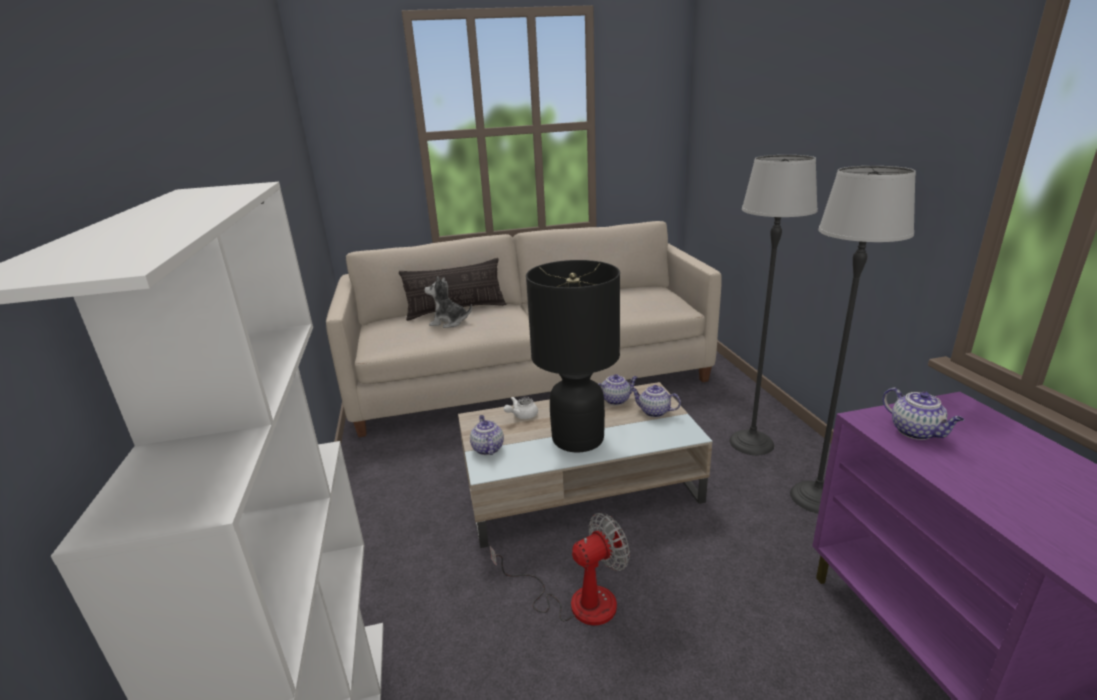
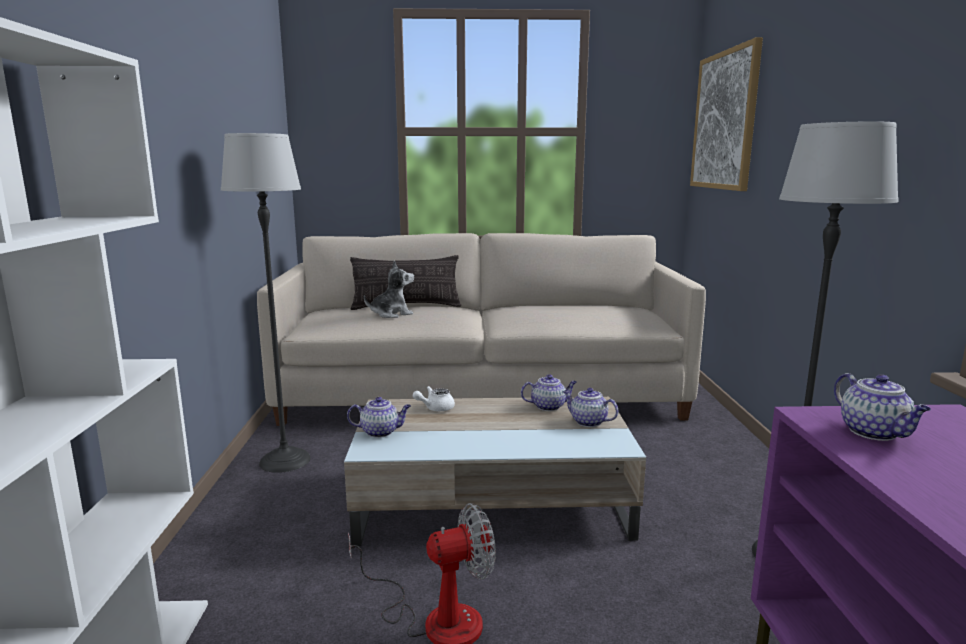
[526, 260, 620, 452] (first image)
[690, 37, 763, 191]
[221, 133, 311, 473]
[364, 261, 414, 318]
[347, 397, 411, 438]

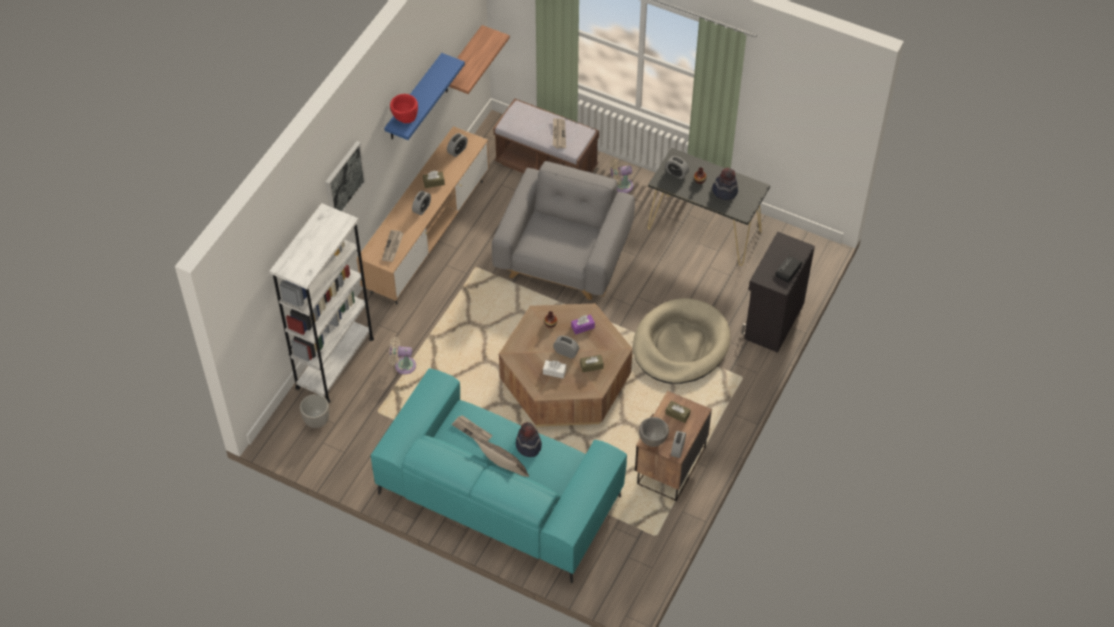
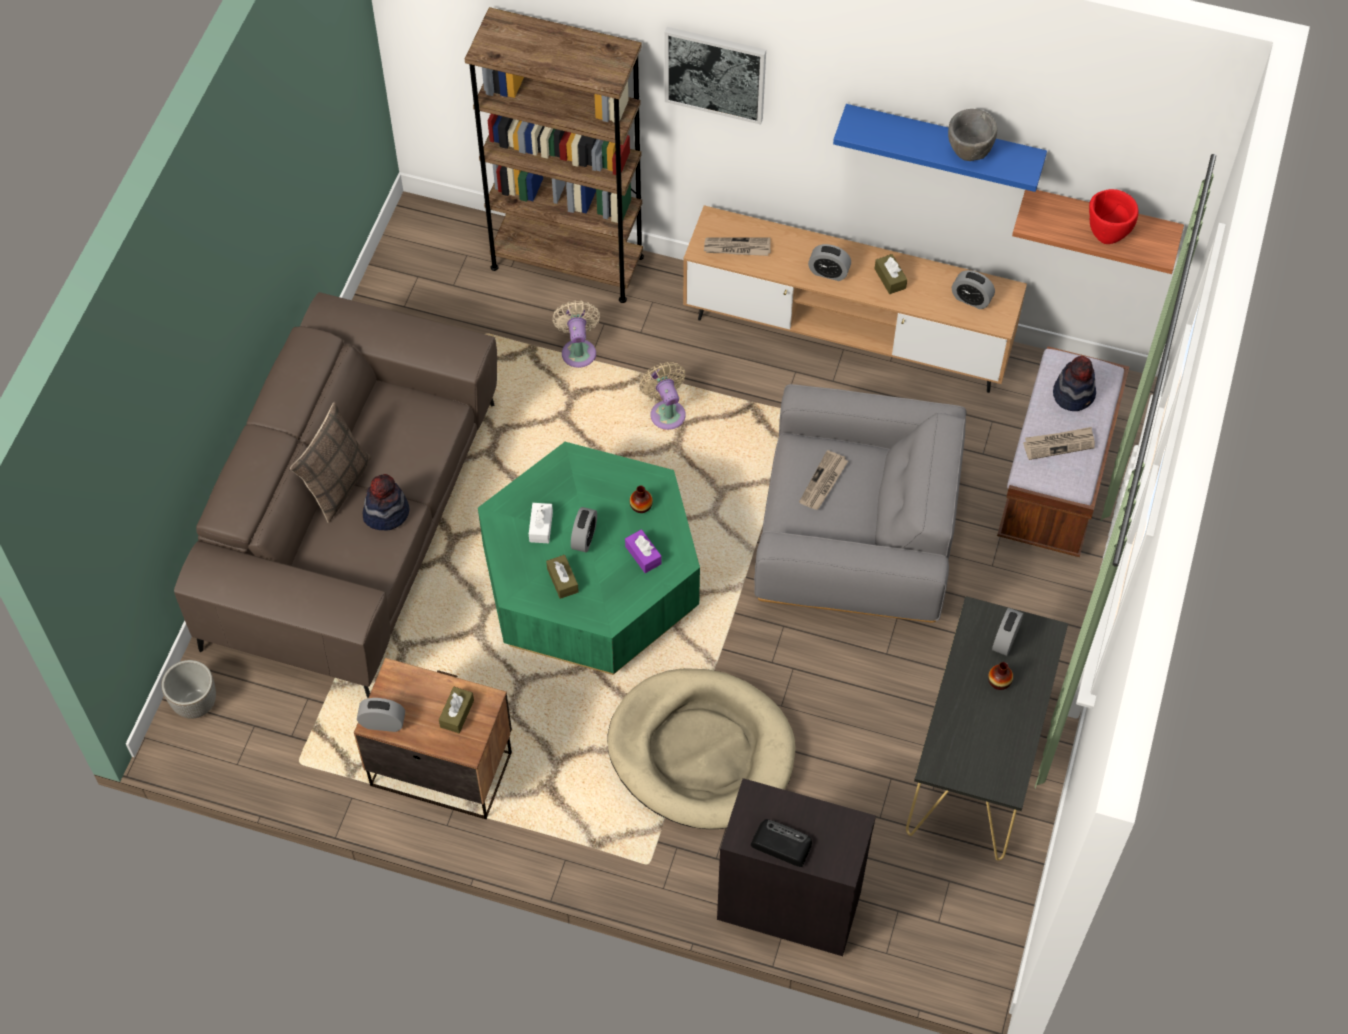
[161, 660, 216, 719]
[1089, 189, 1139, 244]
[799, 450, 848, 510]
[639, 362, 686, 430]
[948, 109, 997, 161]
[1053, 356, 1096, 411]
[465, 7, 644, 303]
[174, 292, 497, 698]
[478, 442, 700, 675]

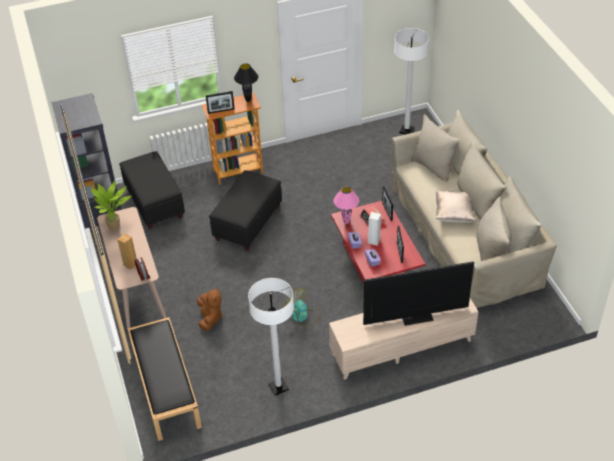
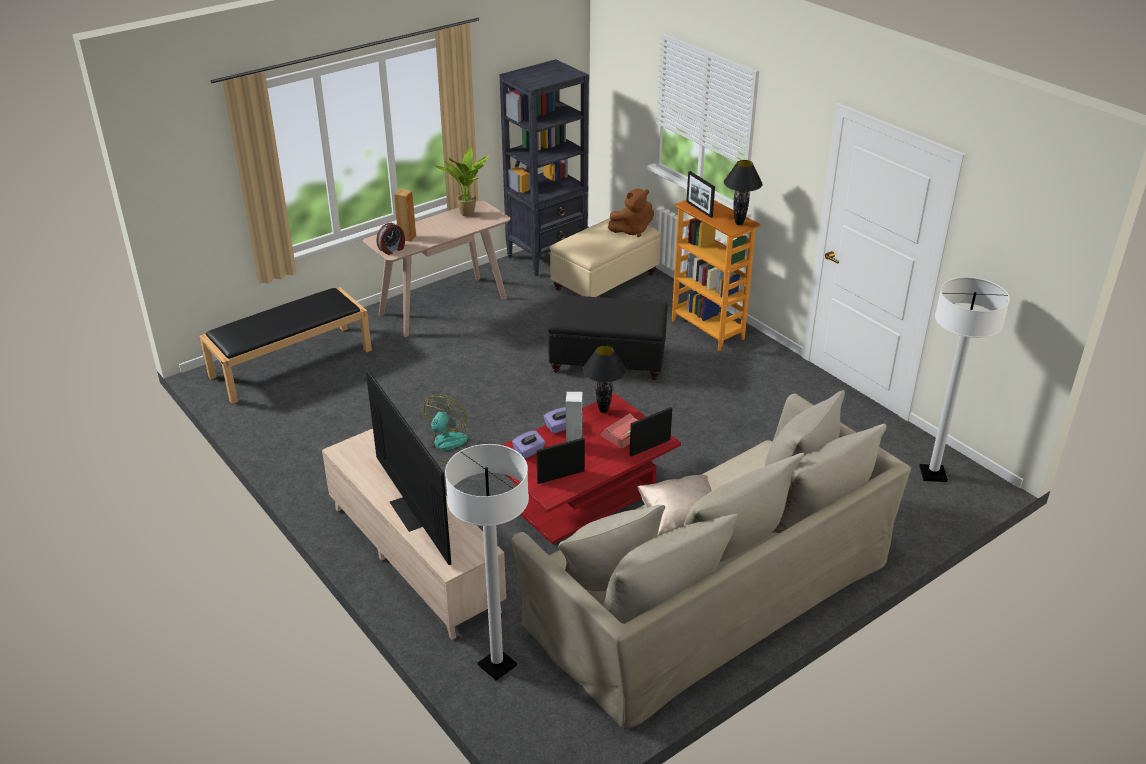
[608, 189, 654, 237]
[445, 444, 529, 680]
[550, 218, 661, 297]
[583, 345, 626, 413]

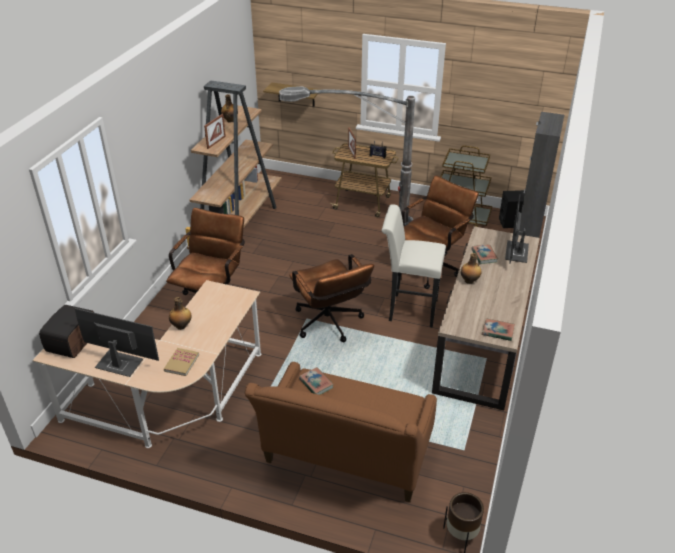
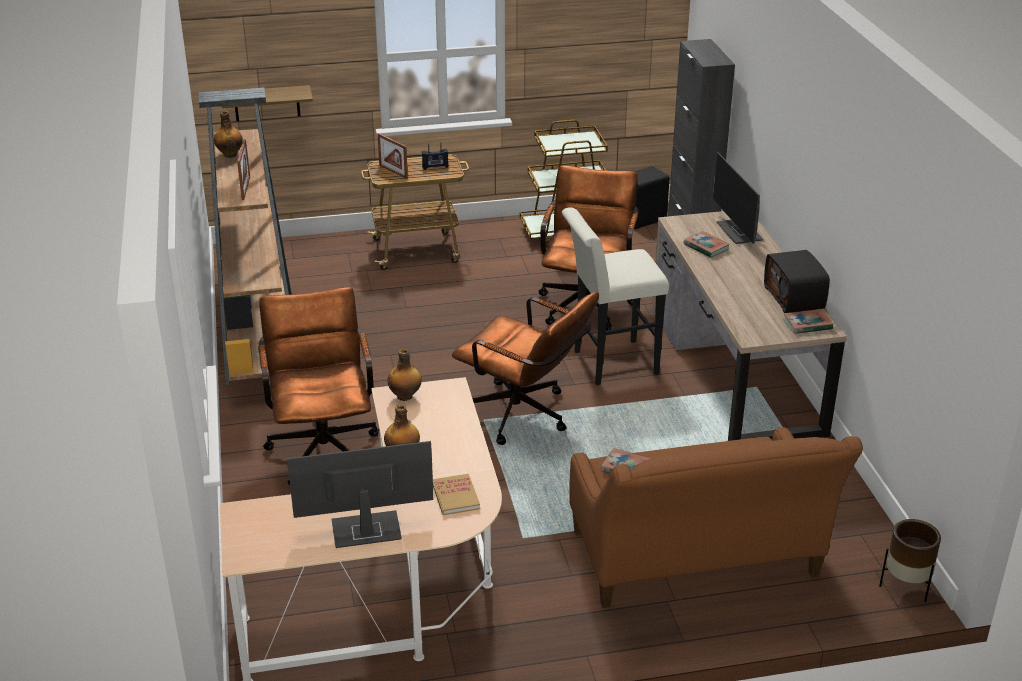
[279, 86, 415, 226] (first image)
[764, 250, 830, 313]
[387, 349, 422, 401]

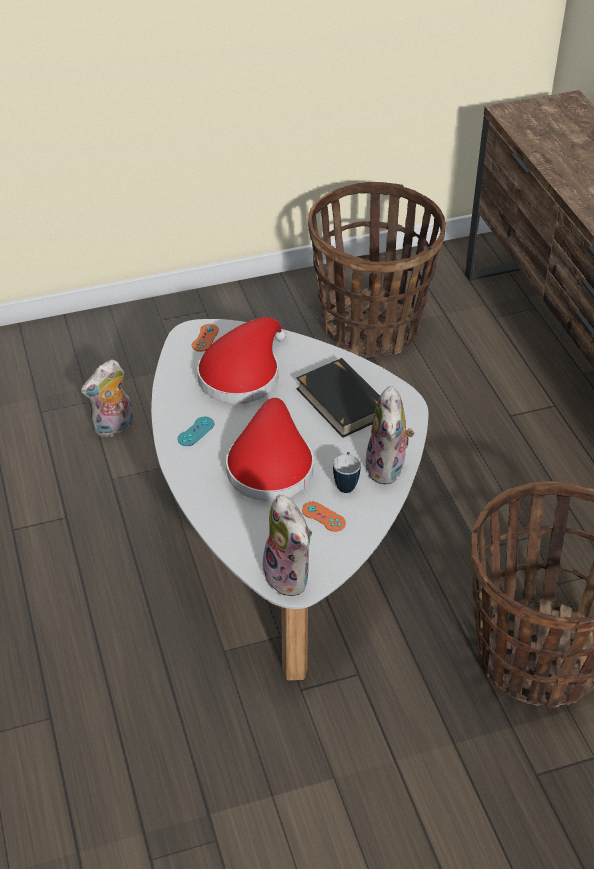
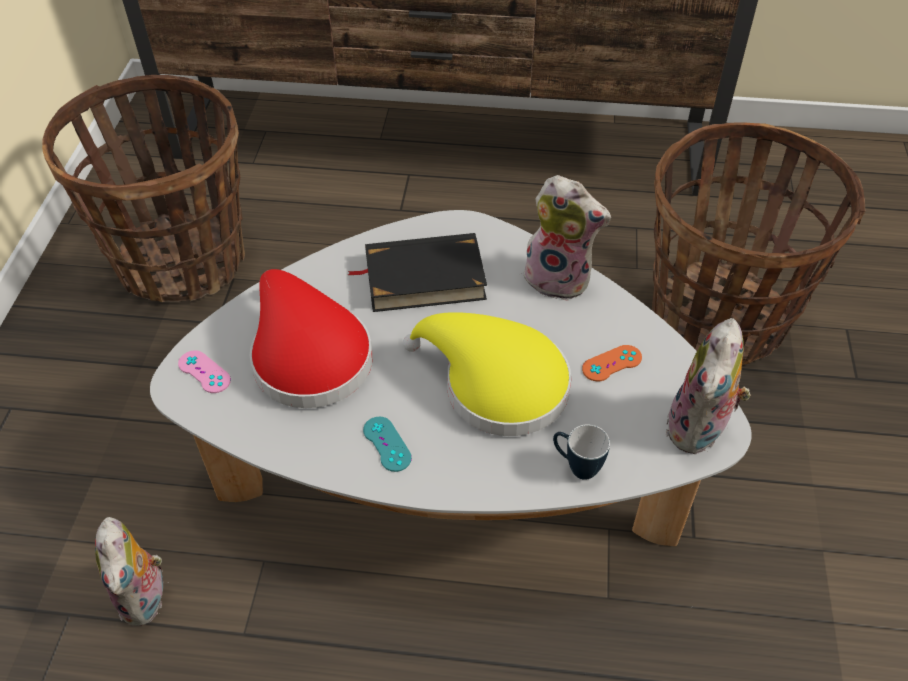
[553, 424, 610, 480]
[178, 350, 231, 393]
[403, 312, 571, 436]
[666, 318, 751, 454]

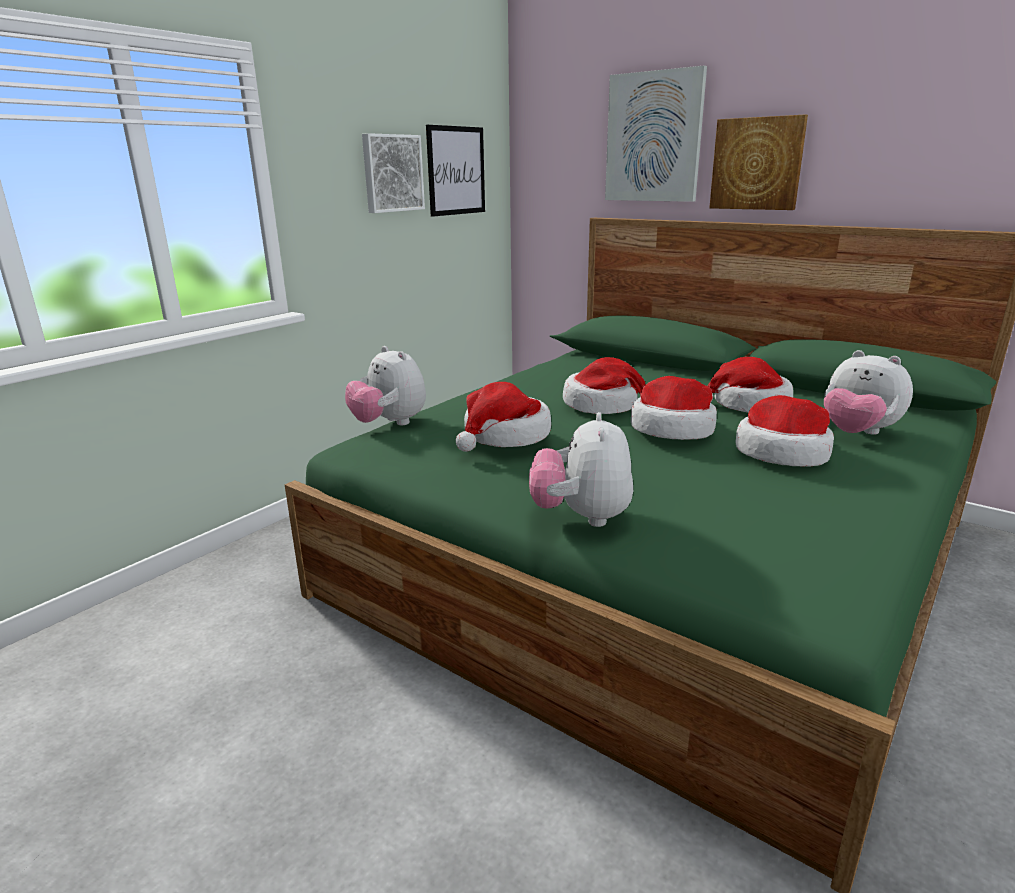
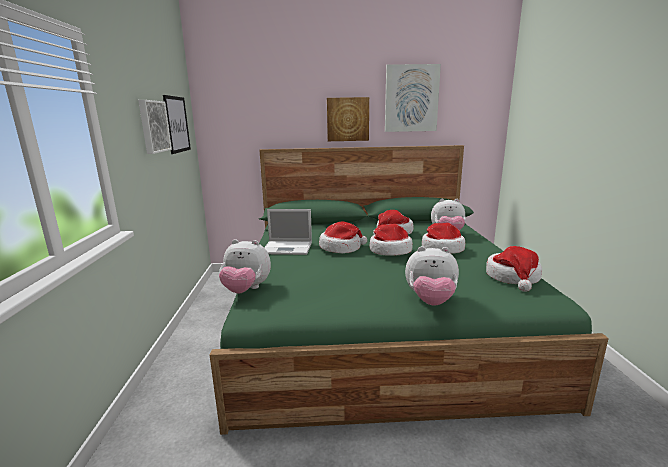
[264, 209, 312, 255]
[486, 246, 542, 292]
[385, 64, 441, 132]
[405, 246, 459, 306]

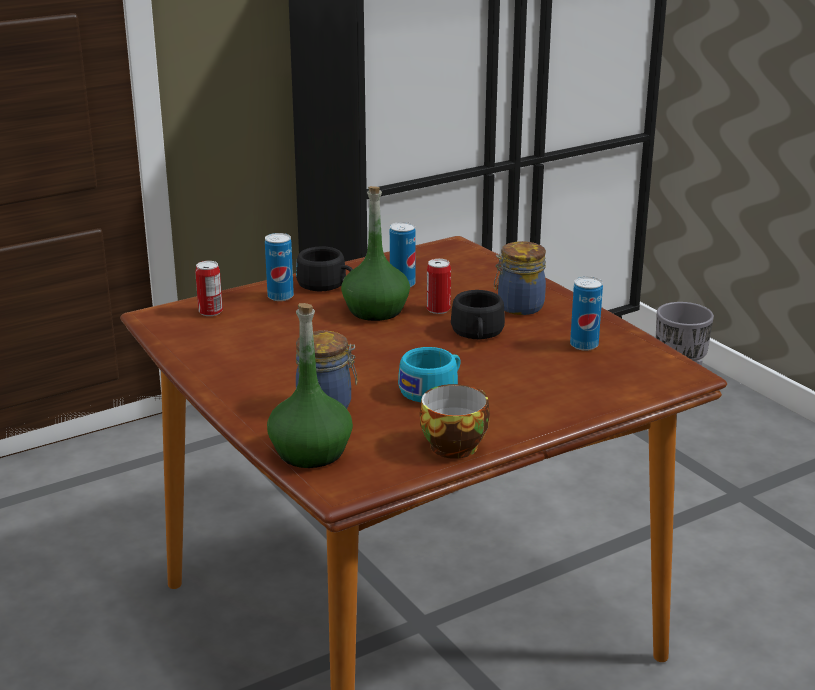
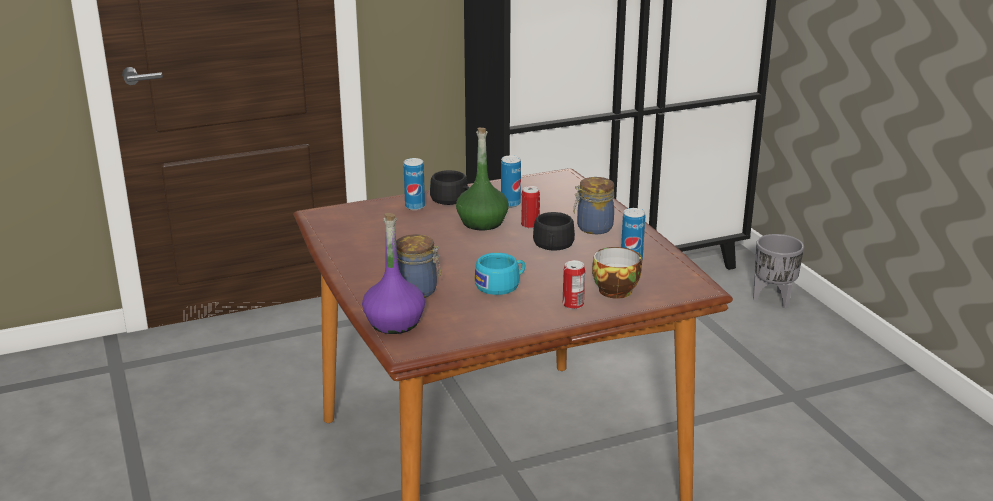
[563, 260, 585, 309]
[592, 247, 642, 299]
[362, 213, 425, 334]

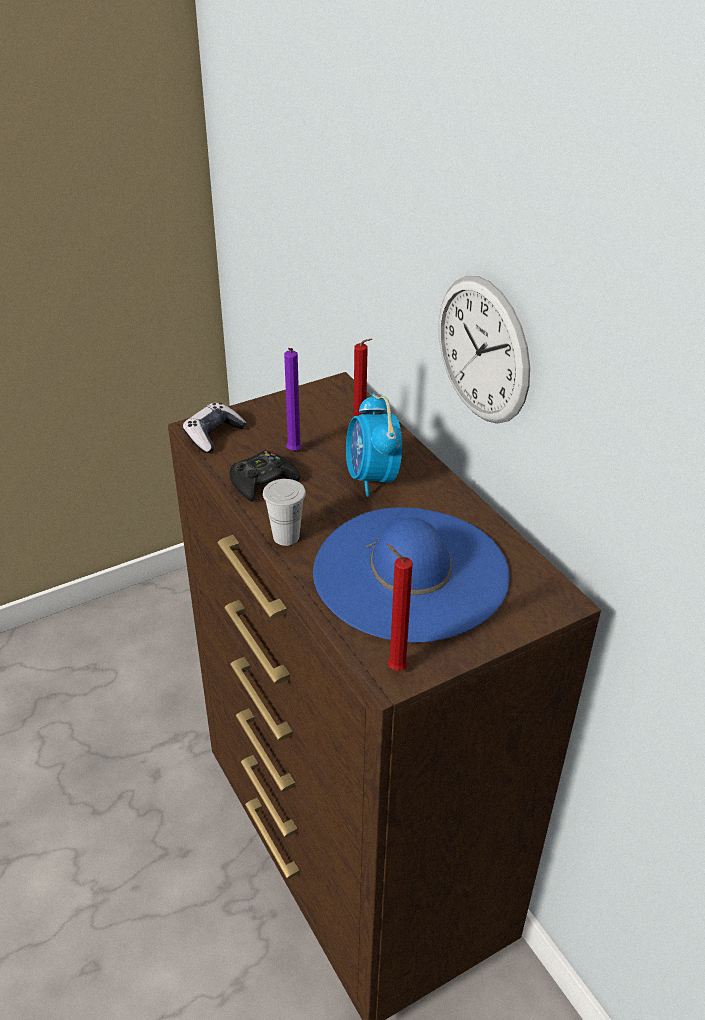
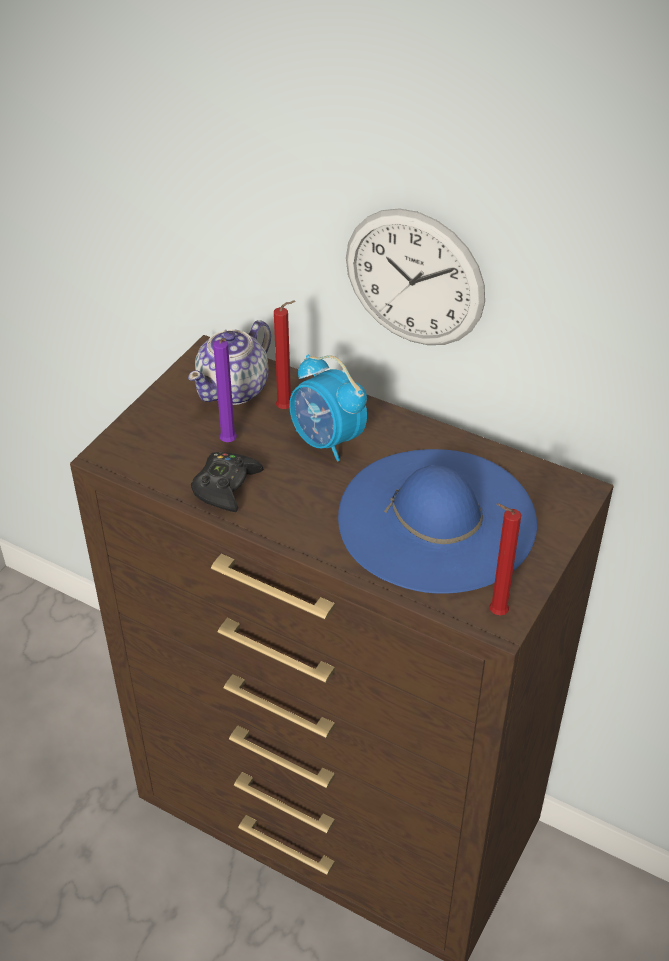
[183, 403, 246, 453] (first image)
[263, 479, 306, 546] (first image)
[188, 320, 271, 405]

